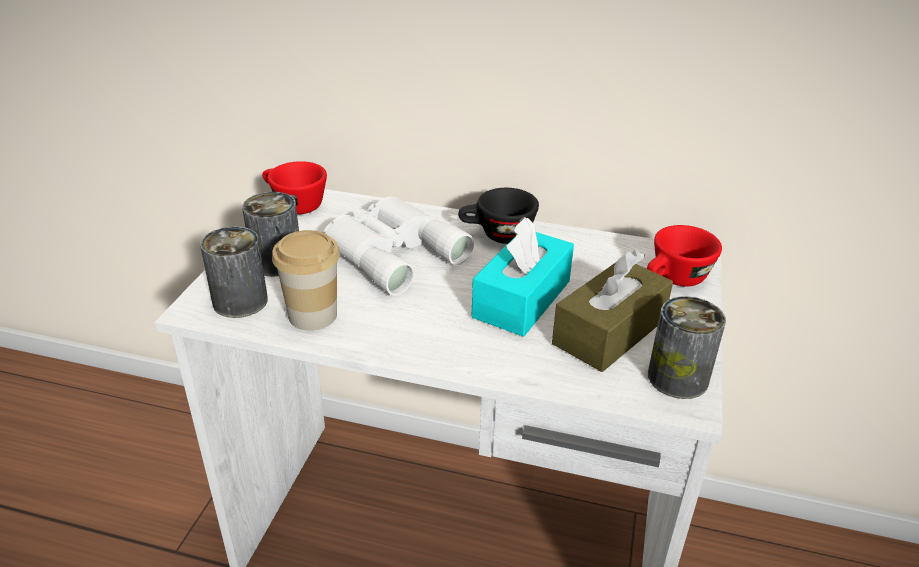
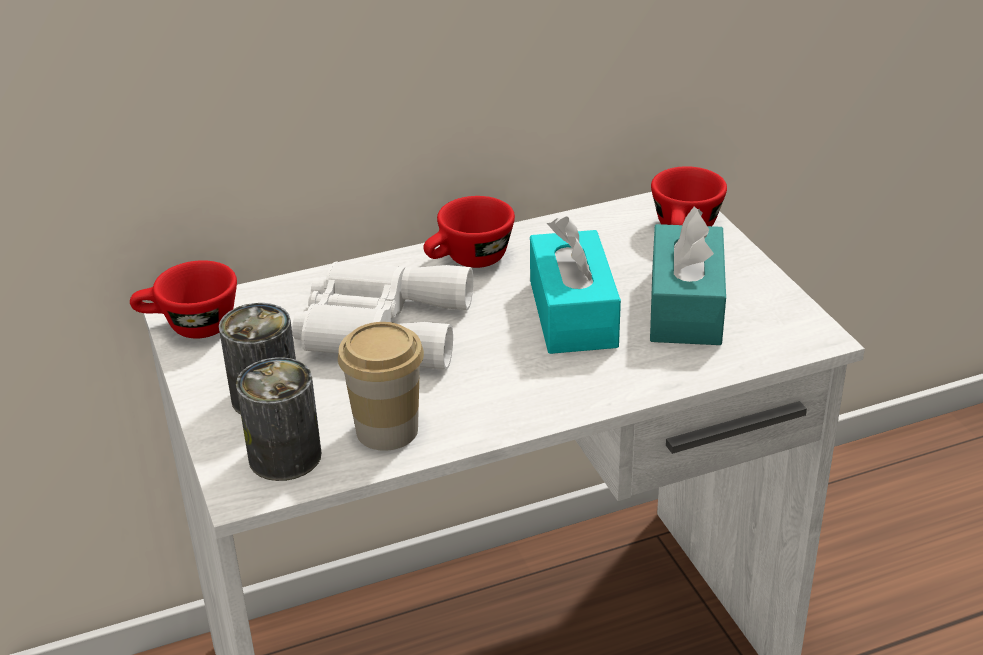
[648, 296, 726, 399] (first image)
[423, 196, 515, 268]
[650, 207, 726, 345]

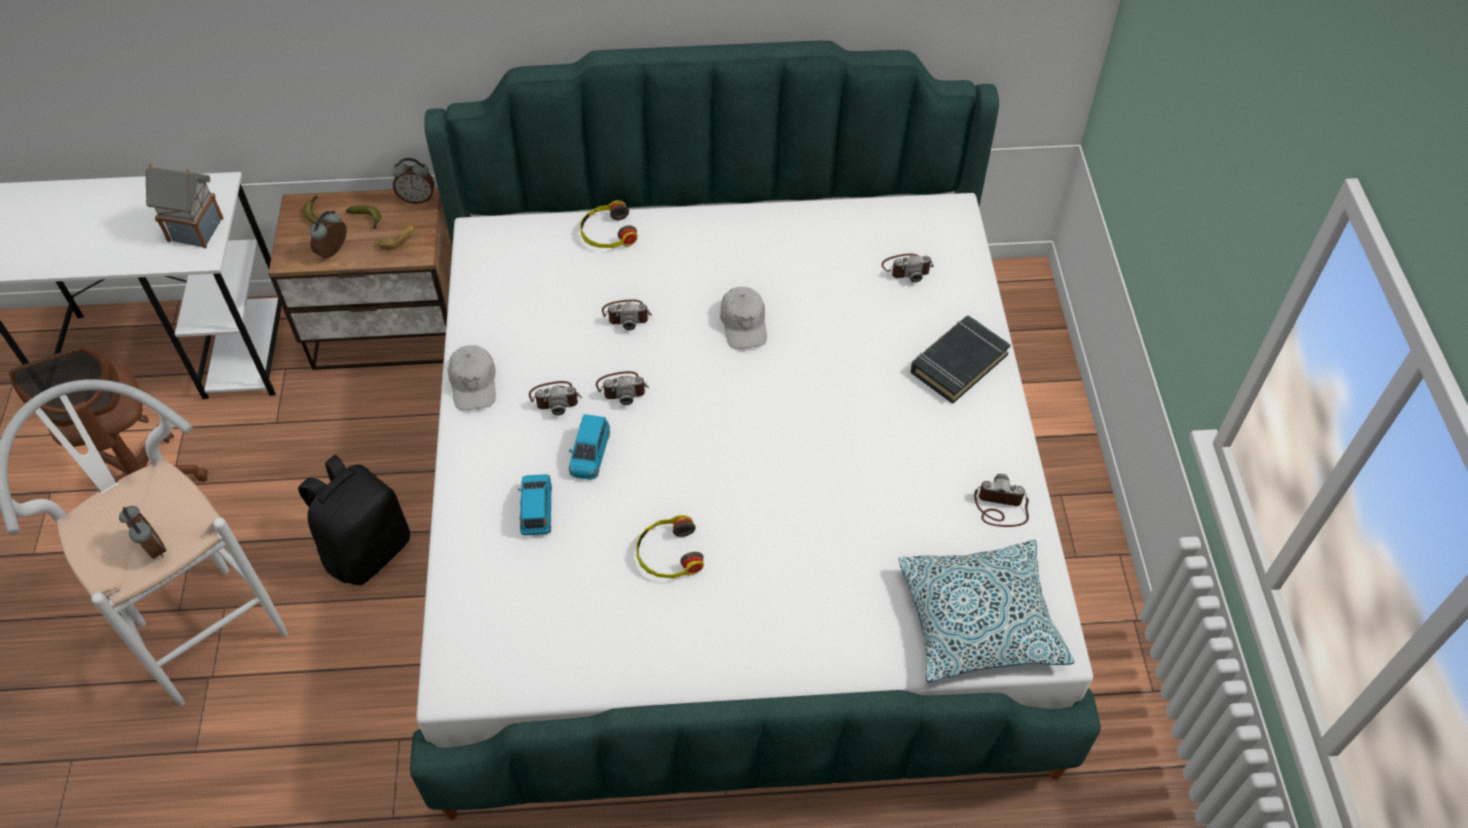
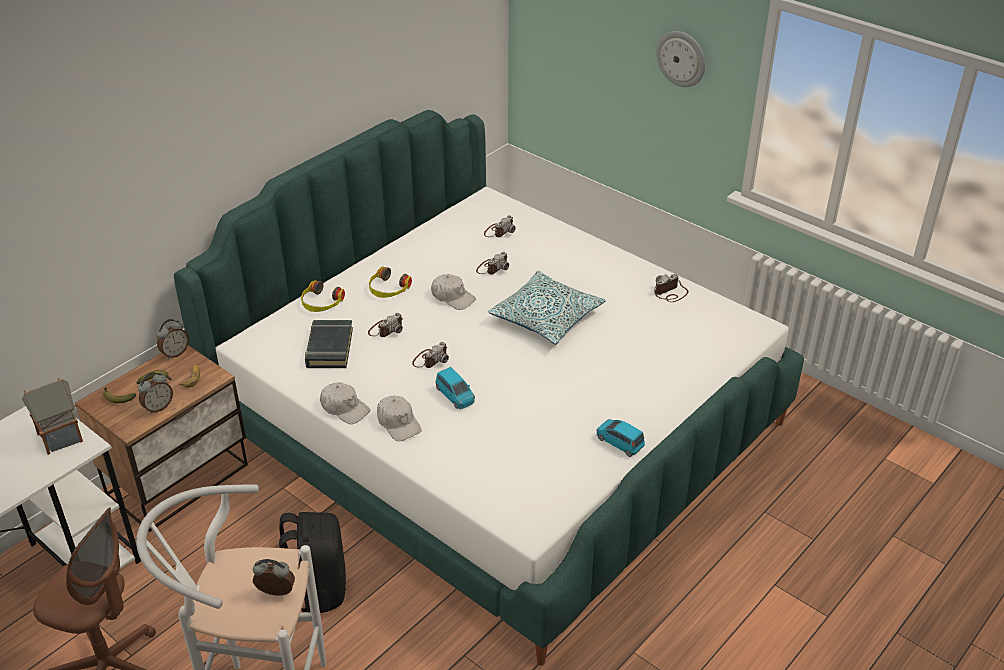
[377, 396, 422, 441]
[656, 31, 705, 87]
[597, 419, 645, 457]
[476, 251, 509, 275]
[369, 267, 412, 298]
[488, 271, 605, 345]
[305, 320, 353, 368]
[138, 372, 173, 414]

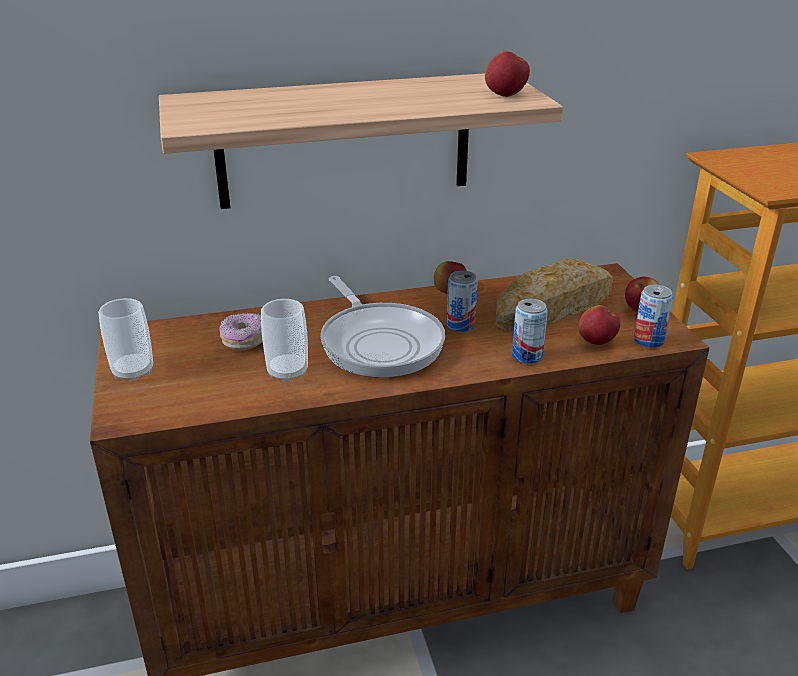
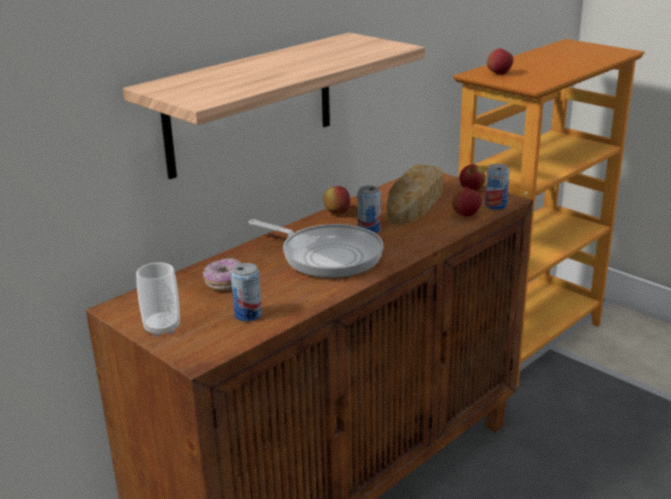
[261, 299, 308, 382] (first image)
[487, 48, 513, 75]
[231, 263, 262, 321]

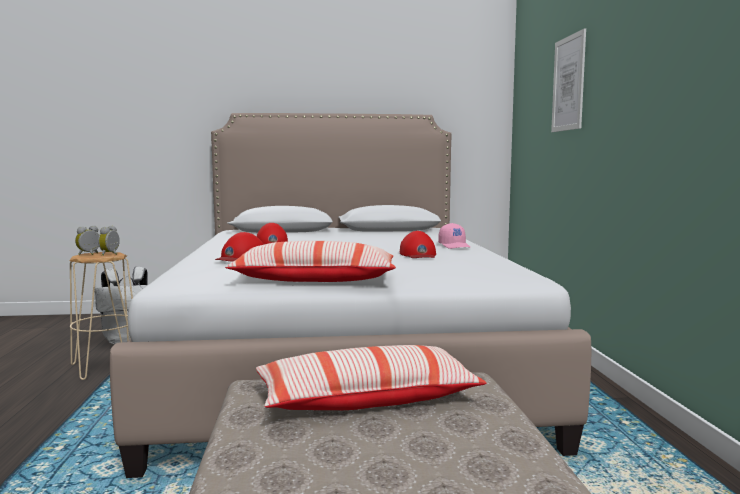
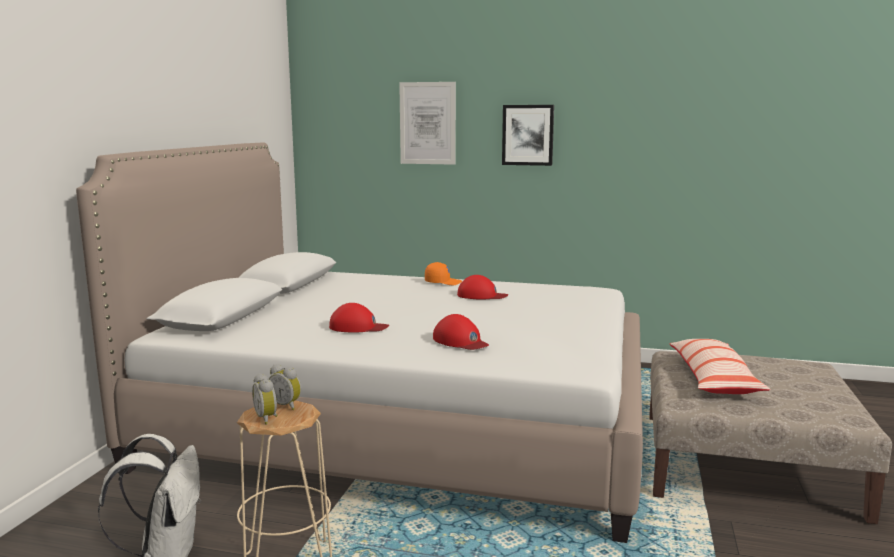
[225, 241, 396, 282] (first image)
[502, 105, 554, 166]
[425, 262, 462, 285]

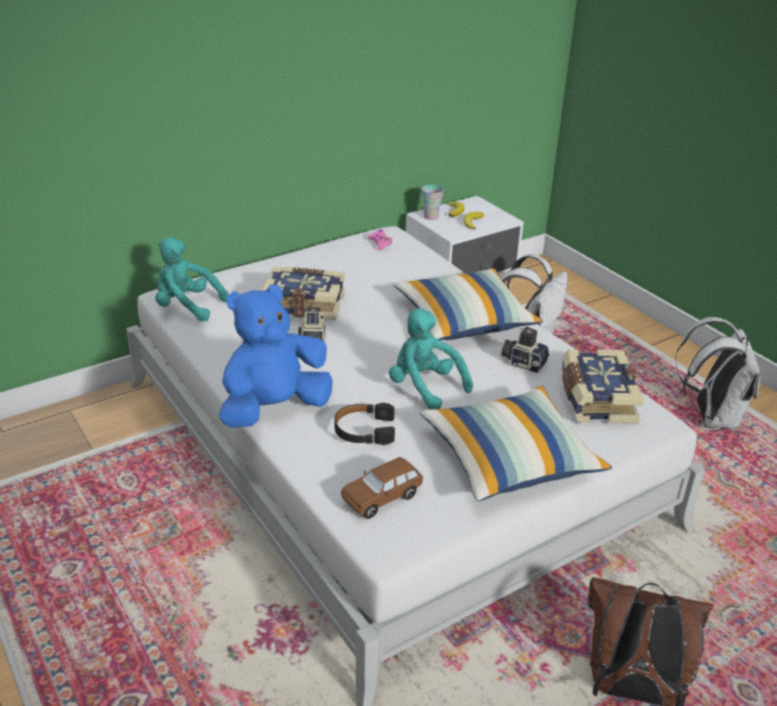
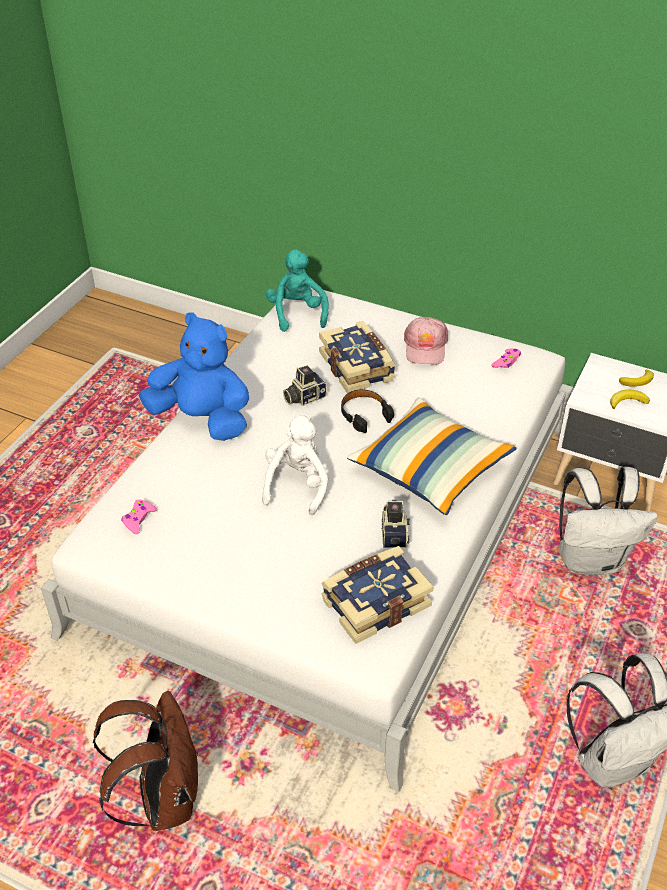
[420, 386, 612, 501] (first image)
[422, 185, 444, 220] (first image)
[404, 317, 448, 365]
[341, 389, 394, 433]
[121, 500, 157, 534]
[262, 415, 328, 515]

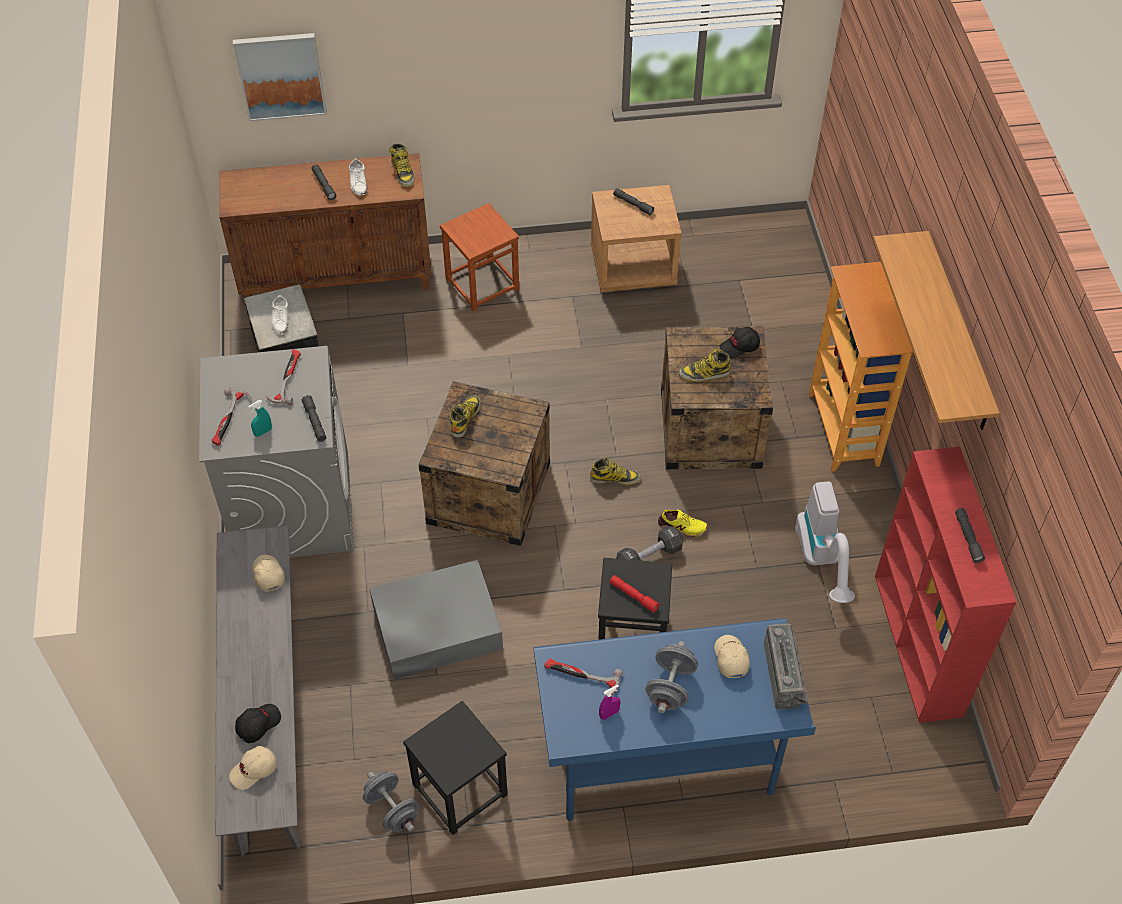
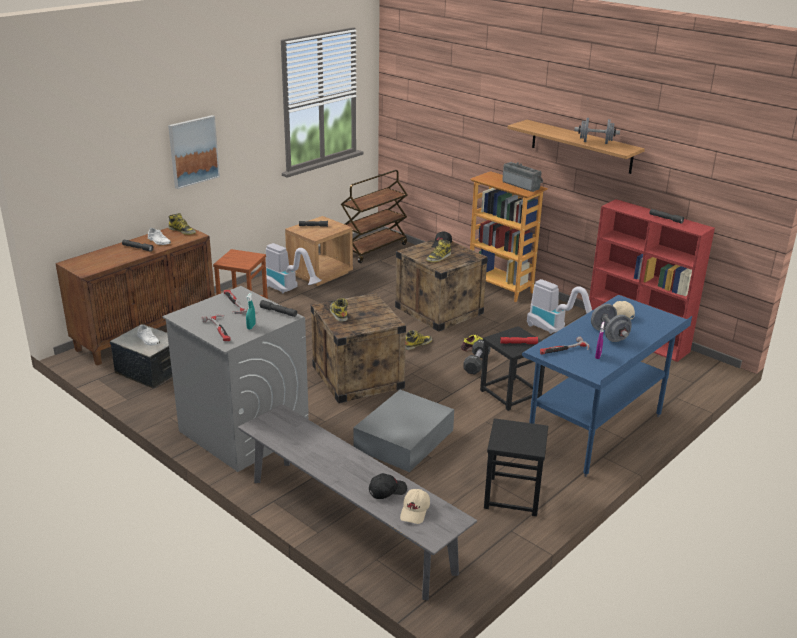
[252, 554, 285, 592] (first image)
[266, 243, 322, 293]
[341, 170, 408, 263]
[168, 115, 220, 189]
[574, 118, 620, 144]
[502, 162, 543, 192]
[369, 473, 407, 499]

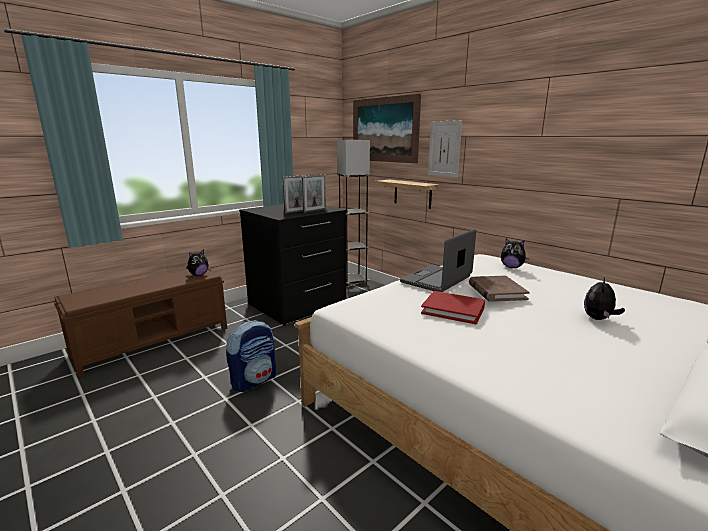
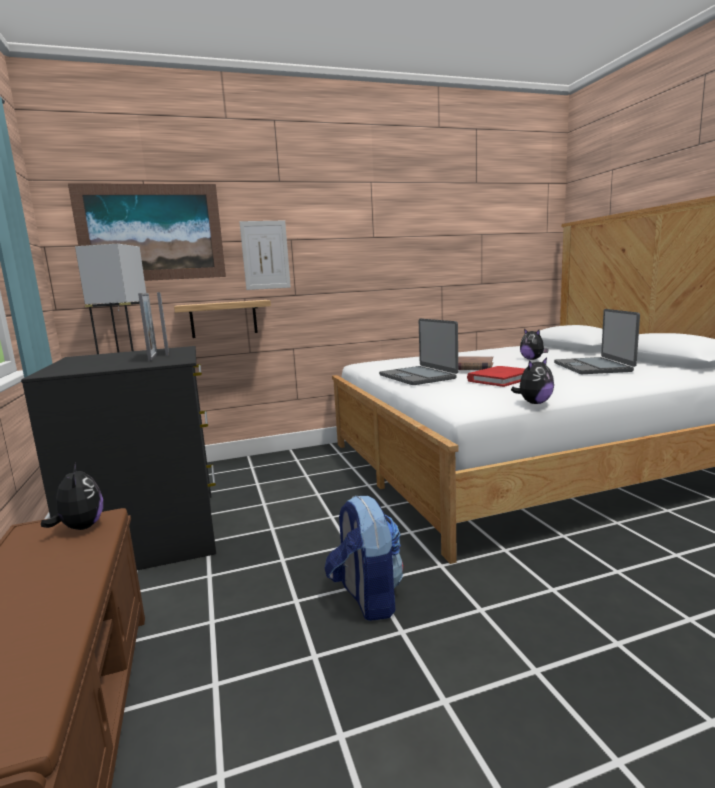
[554, 309, 640, 374]
[511, 357, 554, 404]

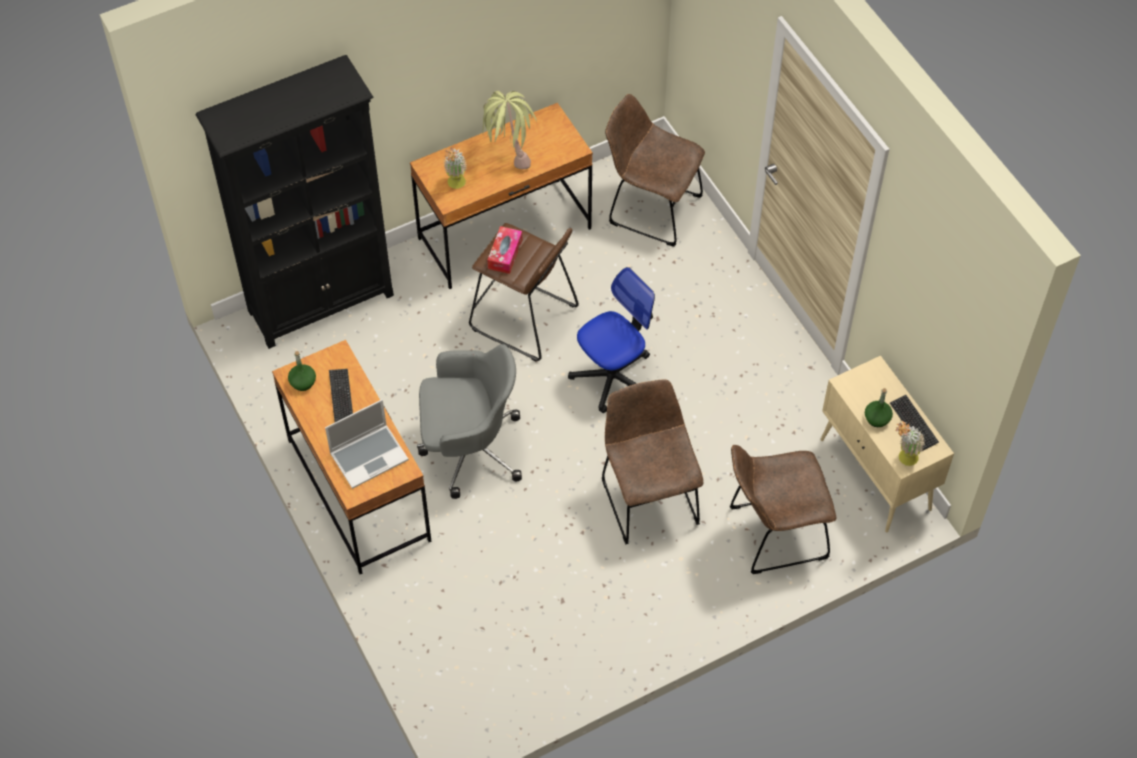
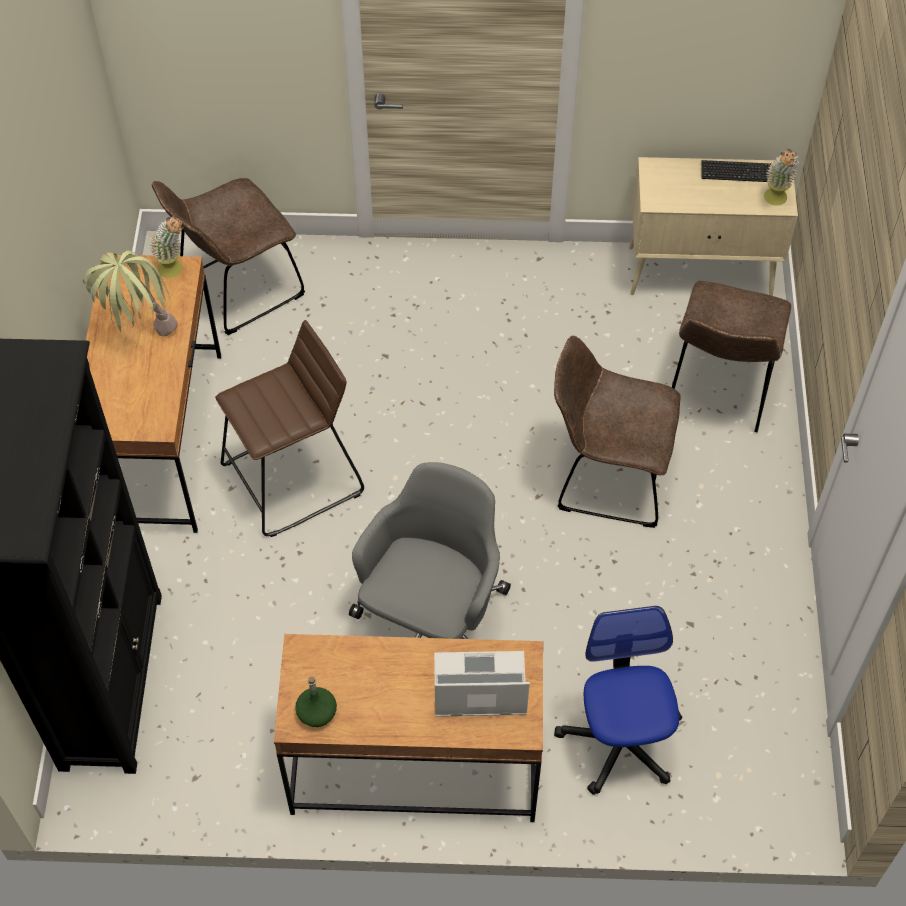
[329, 369, 353, 422] (first image)
[487, 226, 522, 274] (first image)
[865, 388, 893, 427] (first image)
[150, 216, 184, 278]
[554, 606, 682, 795]
[434, 651, 530, 717]

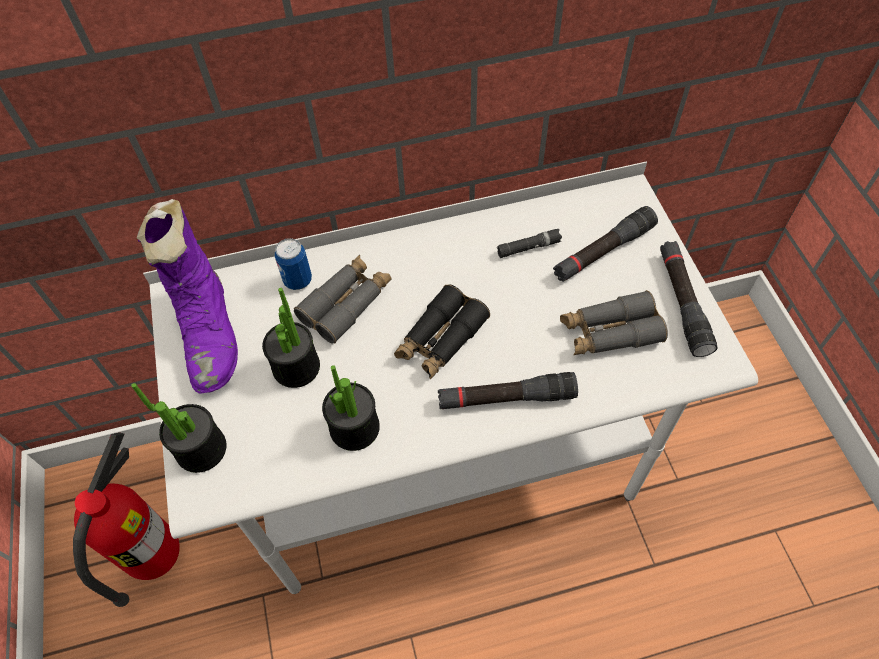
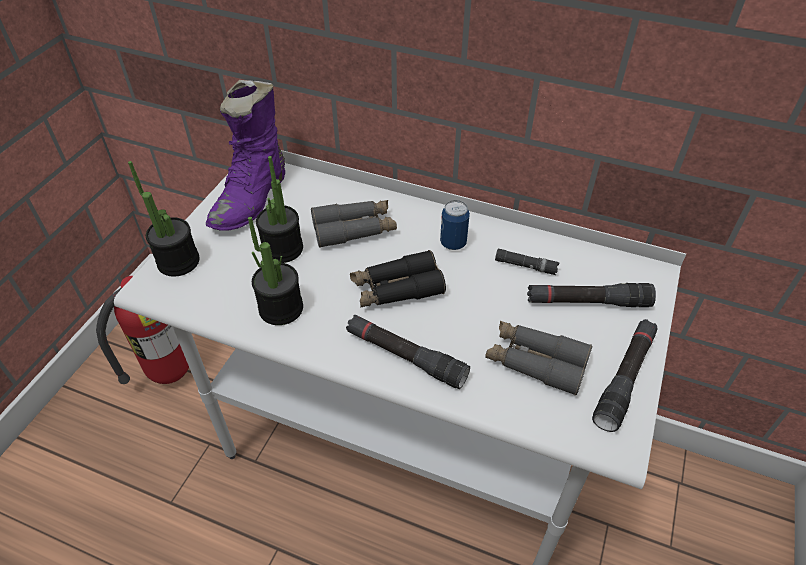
[440, 200, 470, 250]

